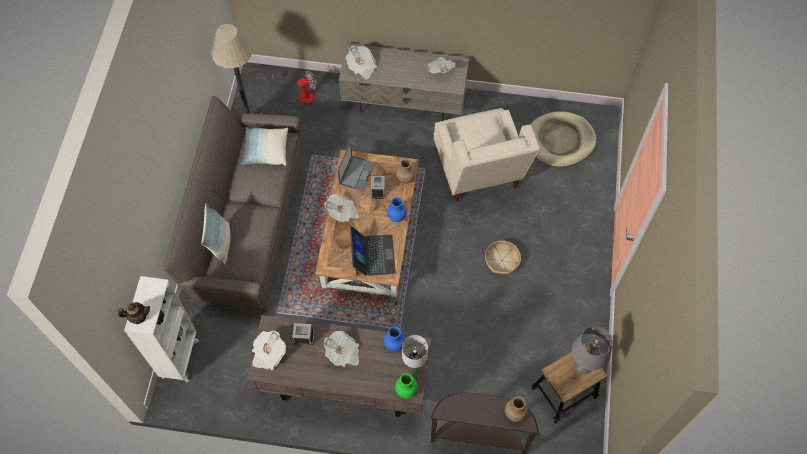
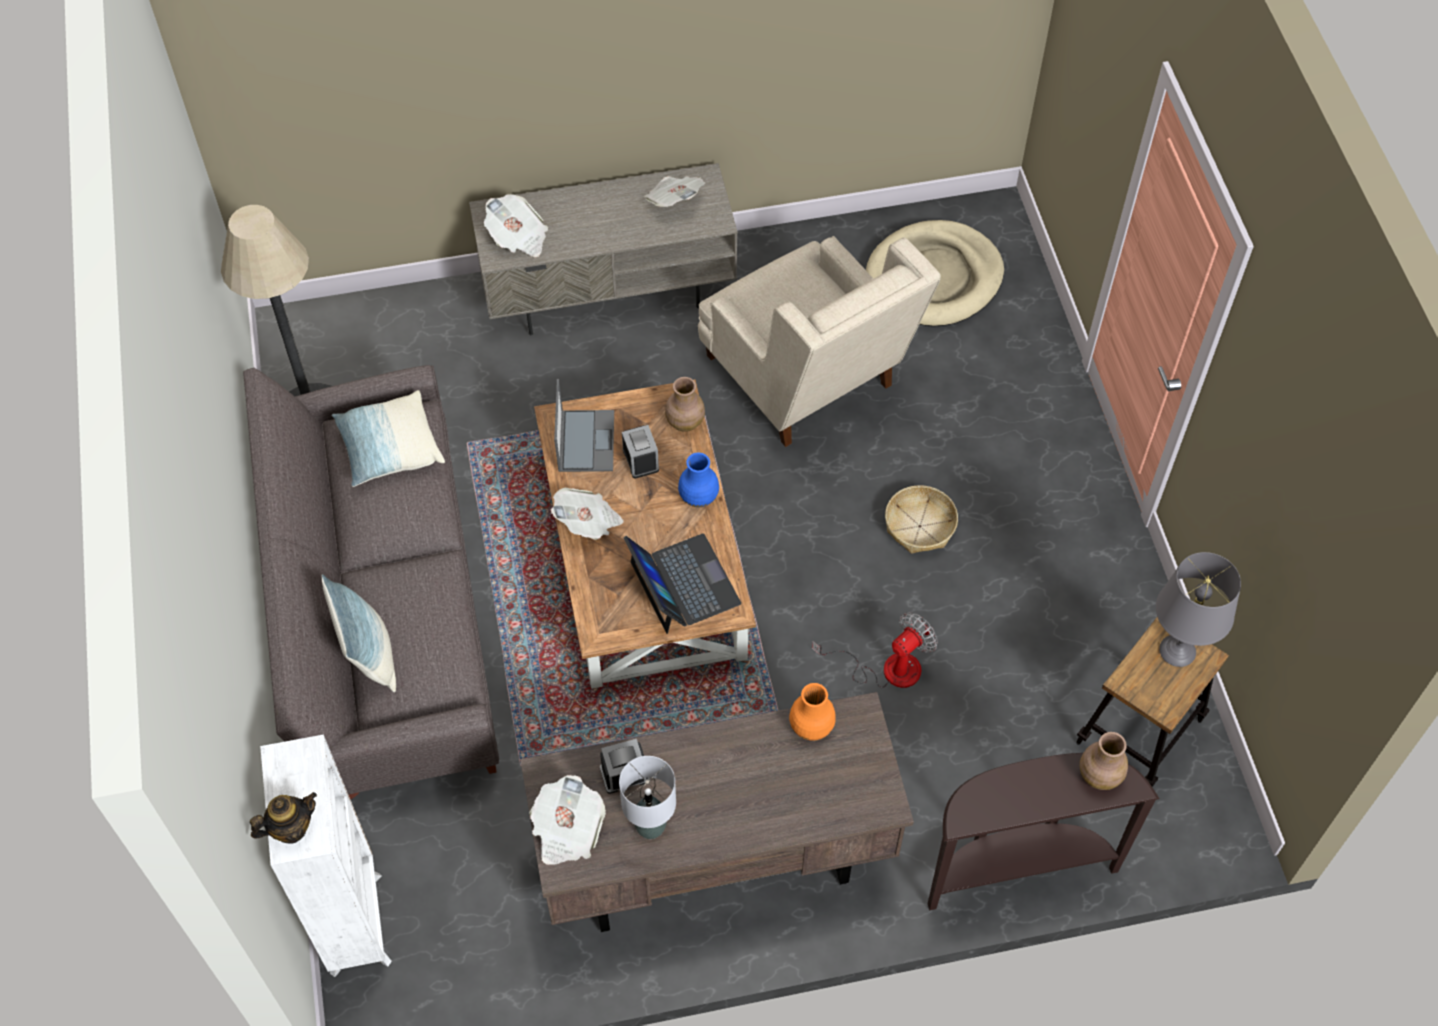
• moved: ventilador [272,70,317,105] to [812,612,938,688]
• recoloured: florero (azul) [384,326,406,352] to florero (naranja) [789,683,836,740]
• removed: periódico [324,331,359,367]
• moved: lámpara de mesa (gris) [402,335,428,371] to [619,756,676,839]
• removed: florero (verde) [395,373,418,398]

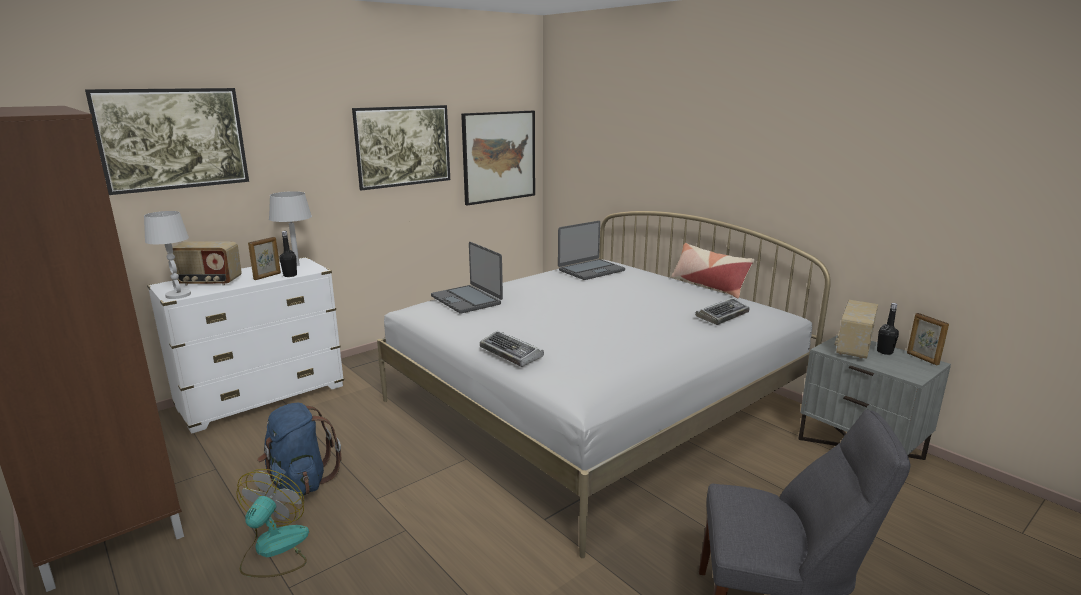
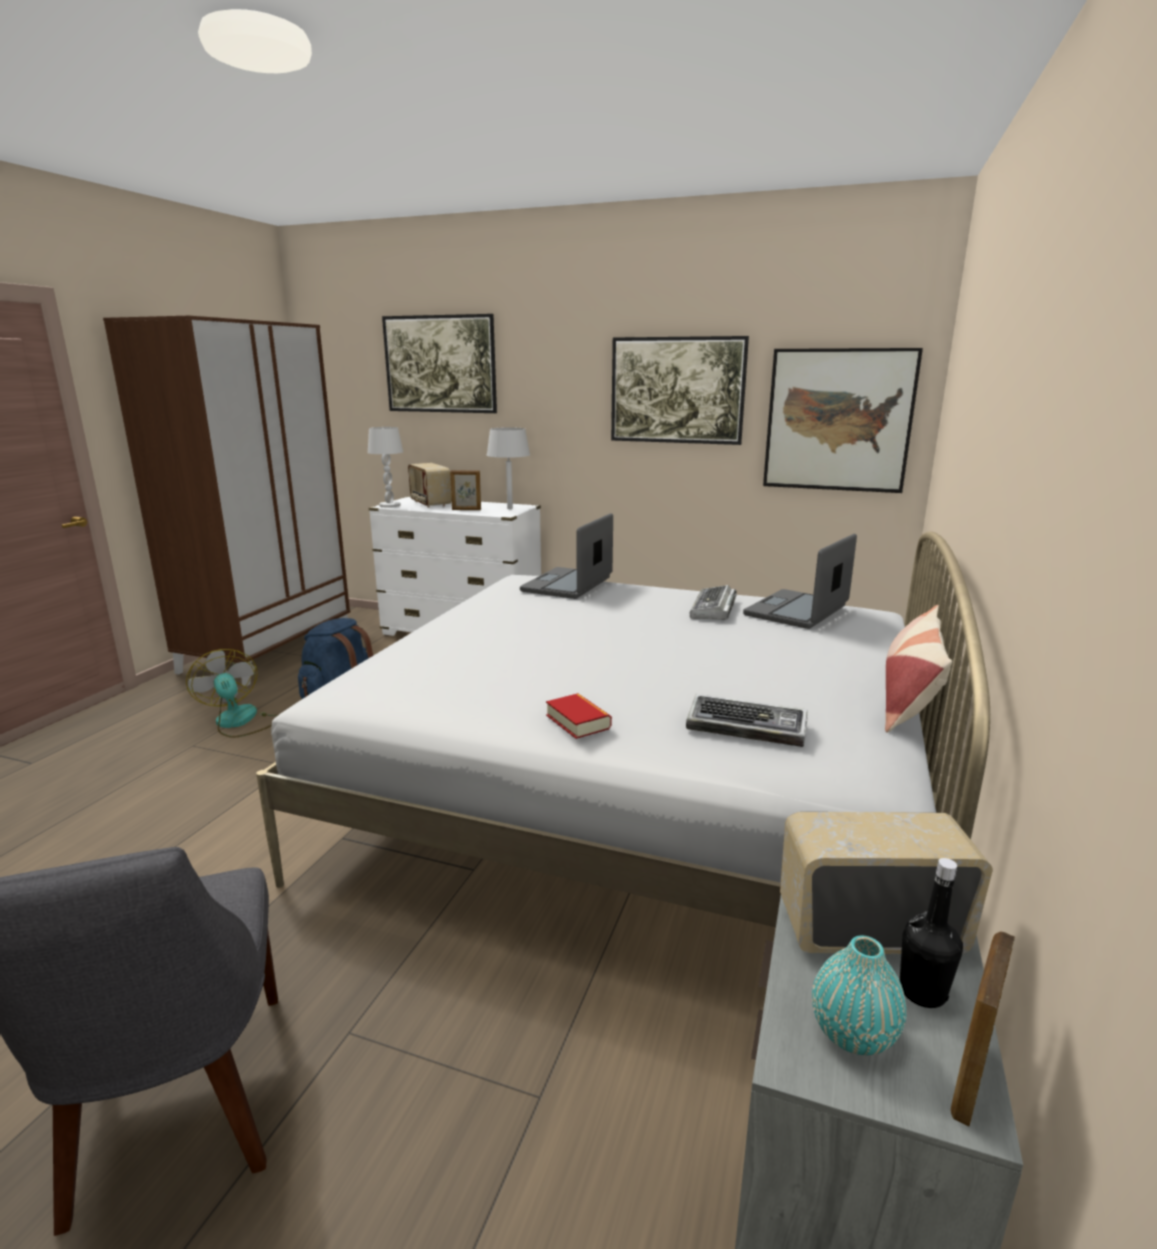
• turned: portátil [558,221,625,280] = [743,534,857,629] 105 degrees clockwise
• removed: botella (negro) [279,231,297,277]
• moved: teclado [480,330,544,367] to [690,585,737,620]
• turned: ventilador [236,469,309,577] = [186,649,278,738] 105 degrees counterclockwise
• added: libro [546,693,612,739]
• added: florero (turquesa) [812,936,907,1055]

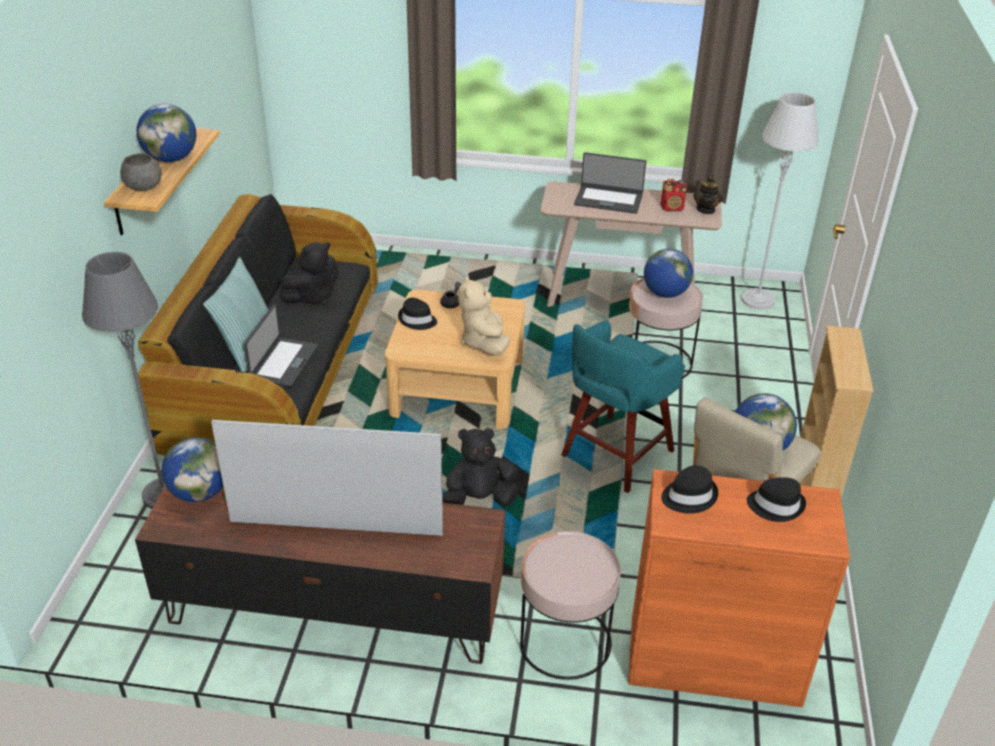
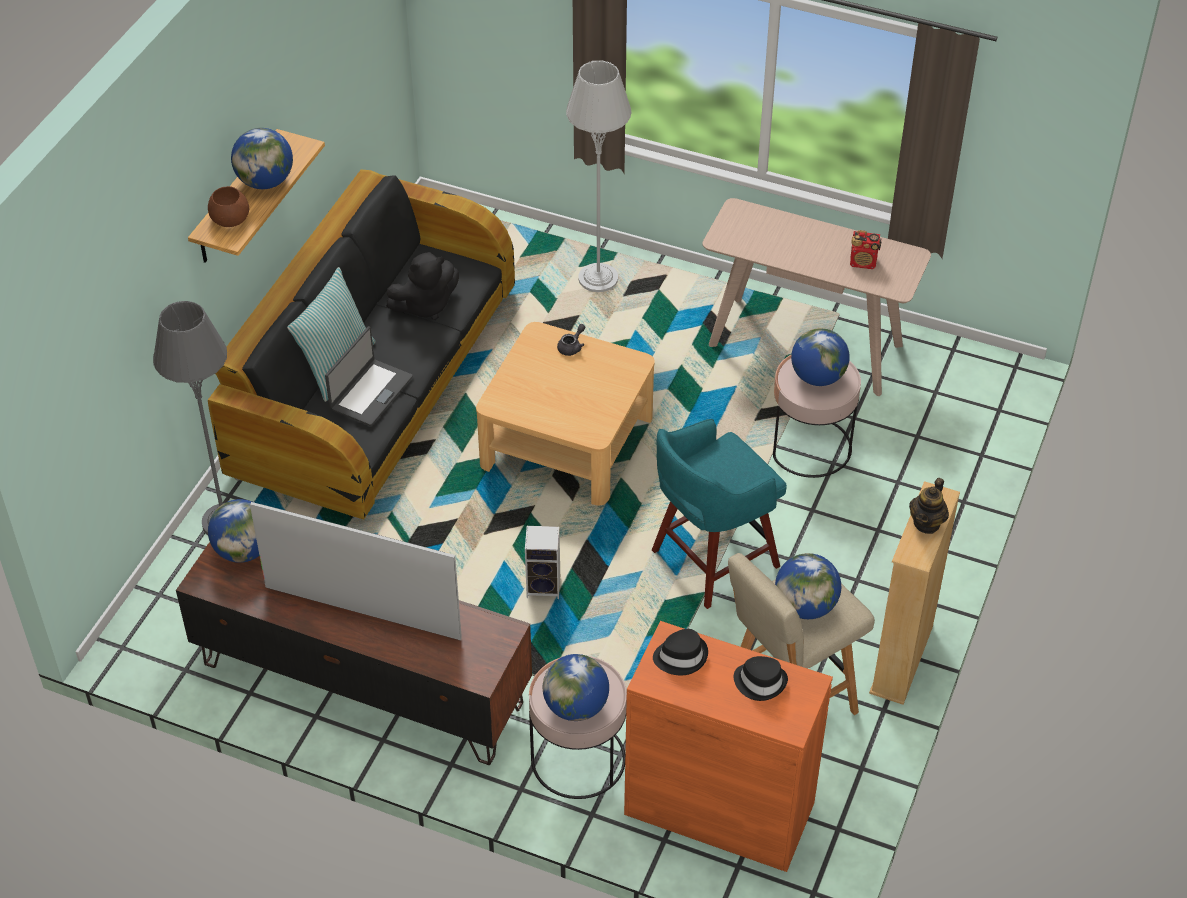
• moved: lámpara de pie (gris) [741,92,819,310] to [566,61,632,292]
• removed: portátil [574,152,646,214]
• recoloured: cuenco (gris) [120,153,162,191] to cuenco (marrón) [208,186,249,227]
• moved: tetera [693,175,722,214] to [909,478,949,534]
• removed: peluche (beis) [458,275,510,356]
• removed: sombrero (negro) [398,298,437,330]
• replaced: peluche (negro) [442,428,519,506] to altavoz [525,526,560,599]
• added: globo terráqueo [543,654,609,721]

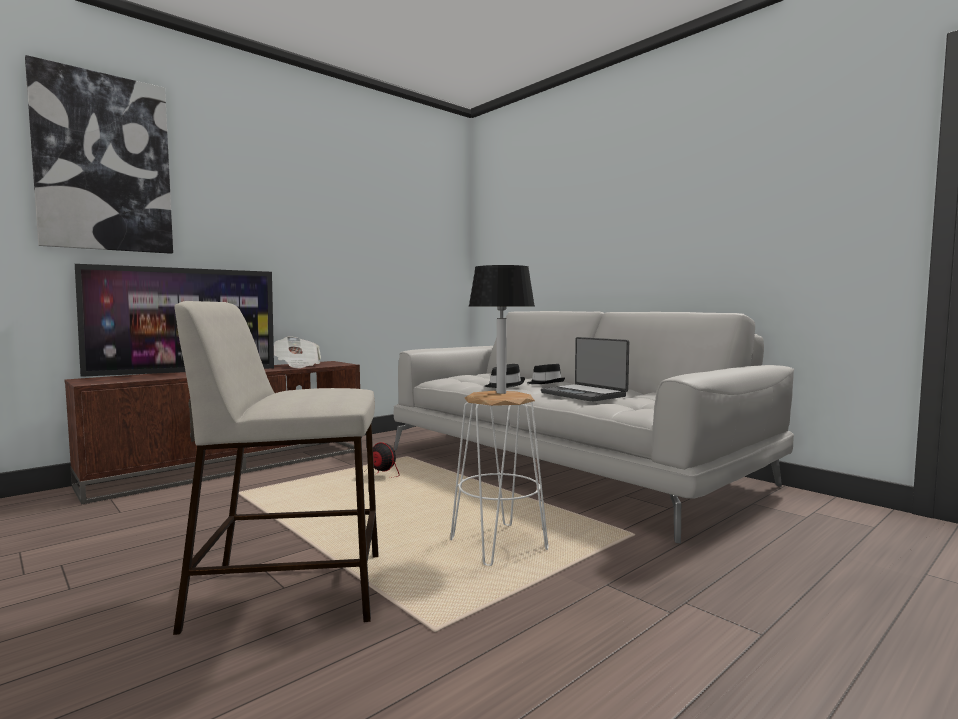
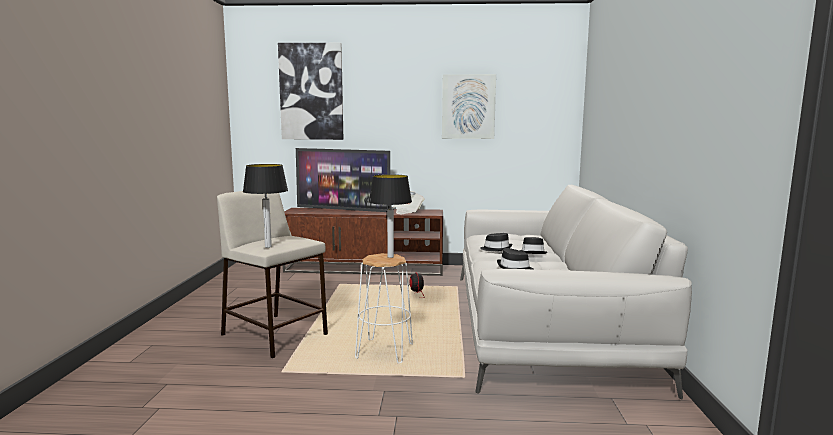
• replaced: portátil [541,337,629,402] to sombrero (negro) [497,248,534,270]
• added: cuadro [442,74,496,139]
• added: lámpara de mesa [243,164,288,248]

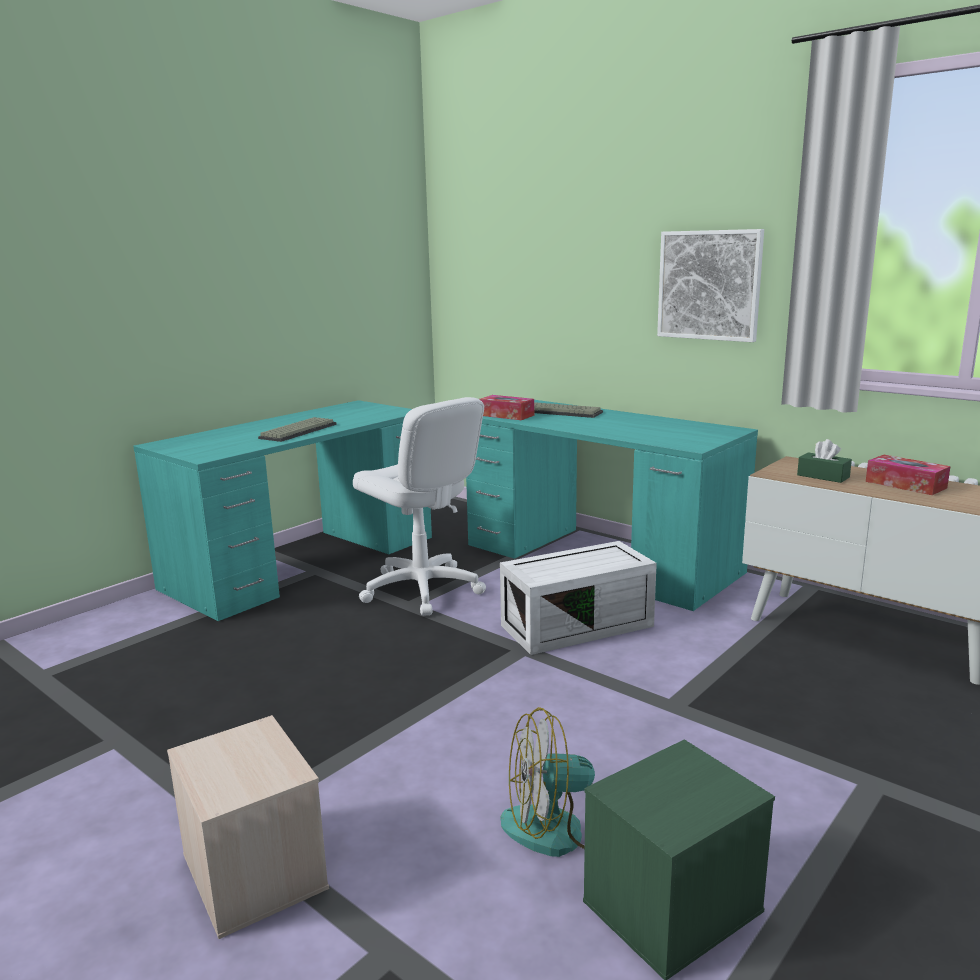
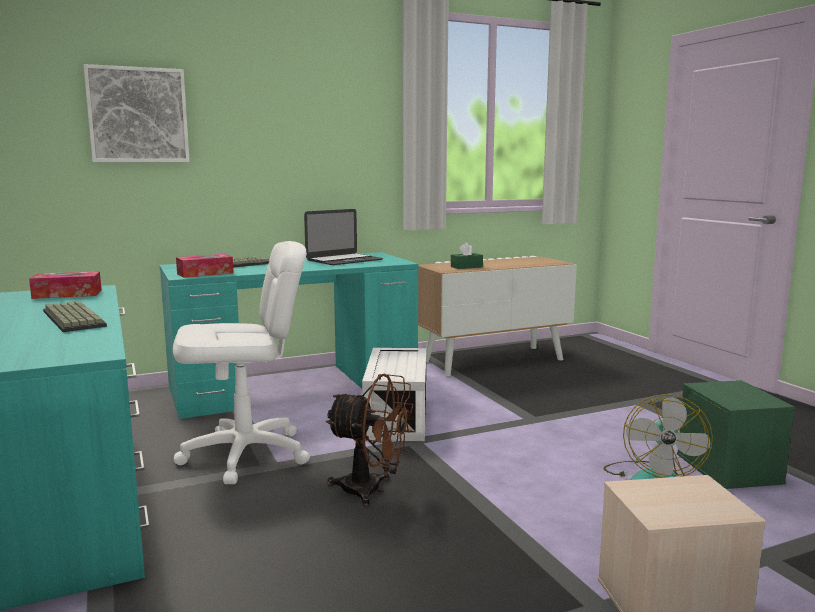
• moved: cuadro [657,229,764,342] to [83,64,190,162]
• moved: caja de pañuelos [866,455,951,495] to [29,271,102,299]
• added: portátil [304,209,383,265]
• added: ventilador (marrón) [325,374,414,506]

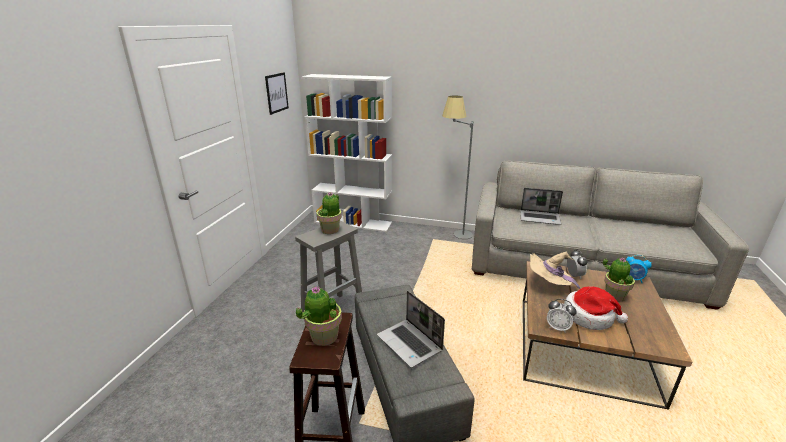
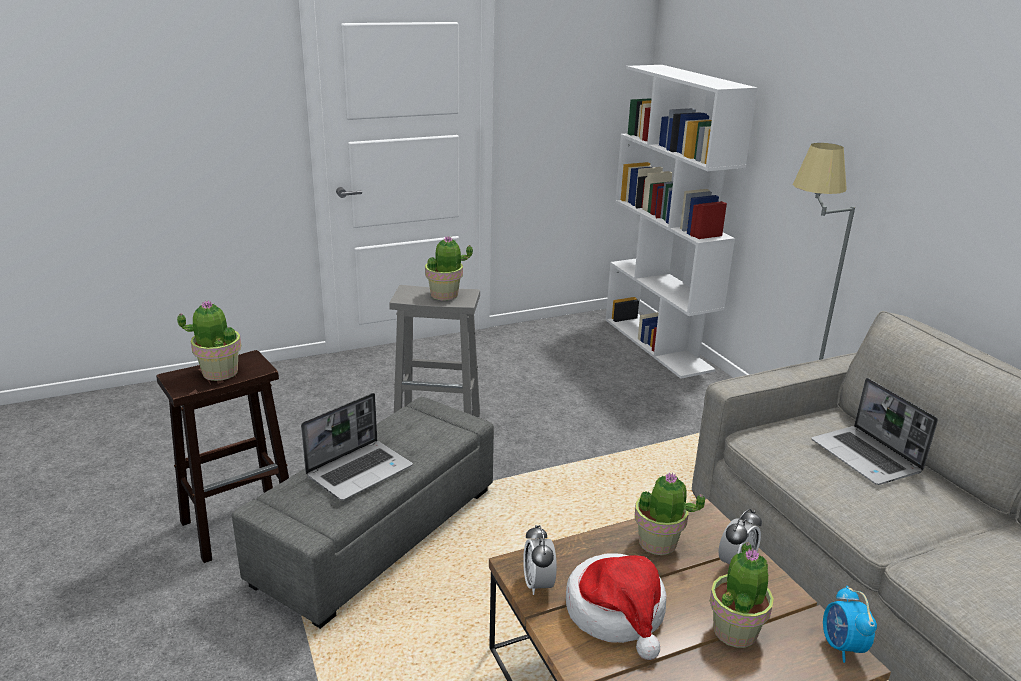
• removed: cuadro [265,72,289,115]
• replaced: sombrero (beis) [530,252,581,289] to planta en maceta [635,473,705,555]
• turned: portátil [377,291,445,368] = [301,393,413,500] 150 degrees counterclockwise

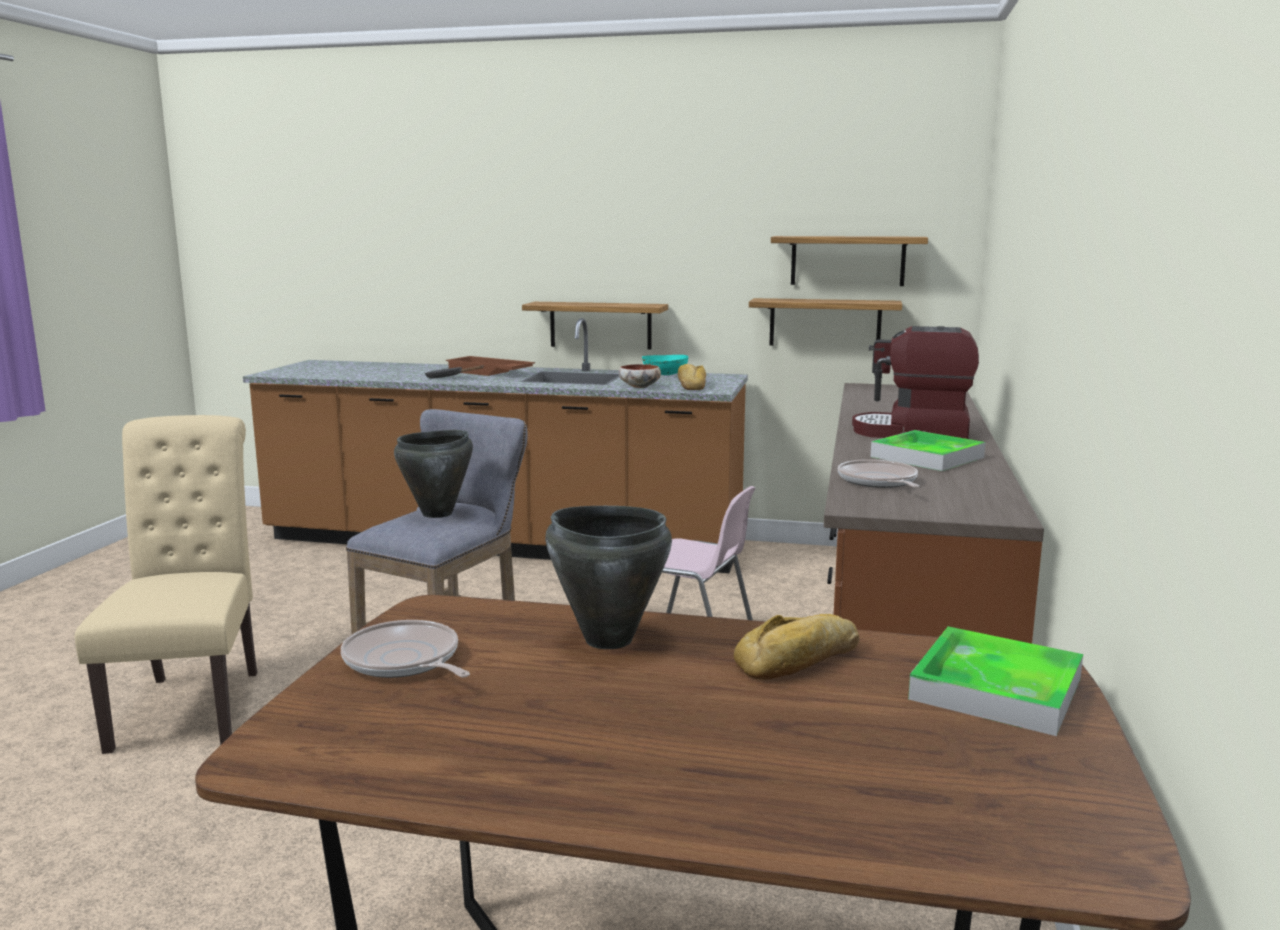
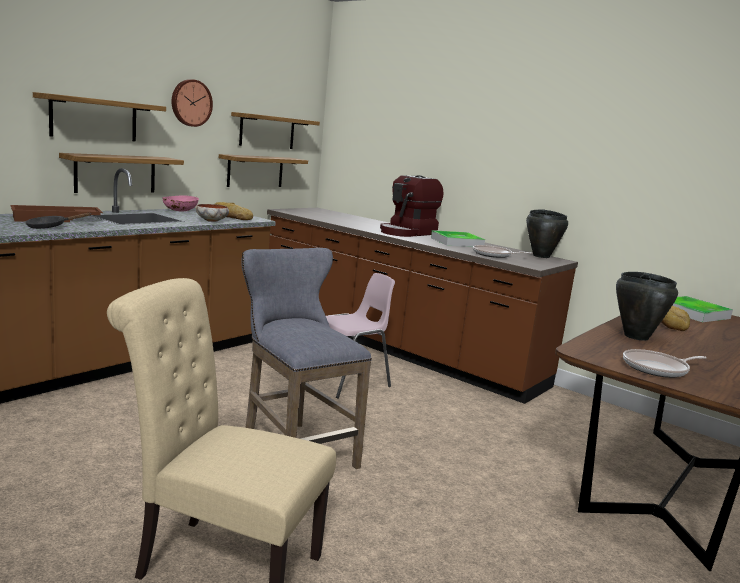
• recoloured: cuenco (turquesa) [642,355,688,375] to cuenco (rosa) [162,196,199,211]
• moved: olla (negro) [394,430,473,518] to [526,210,568,258]
• added: reloj de pared [172,79,213,127]
• added: estante [33,92,166,142]

